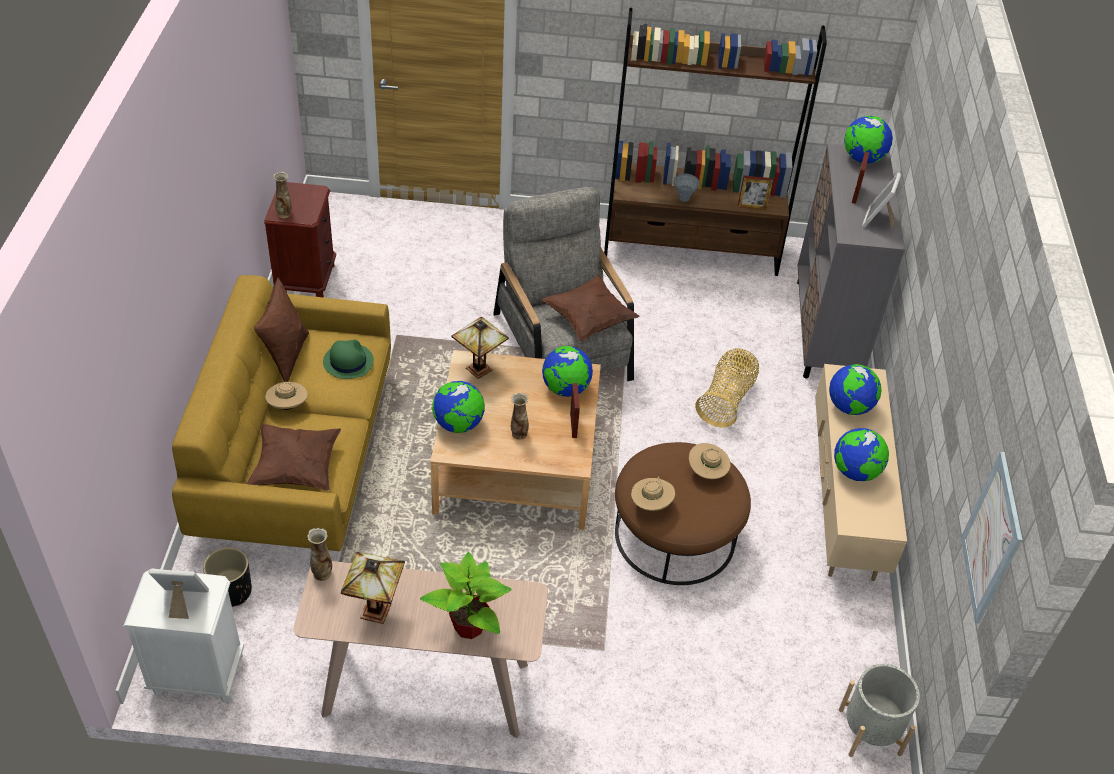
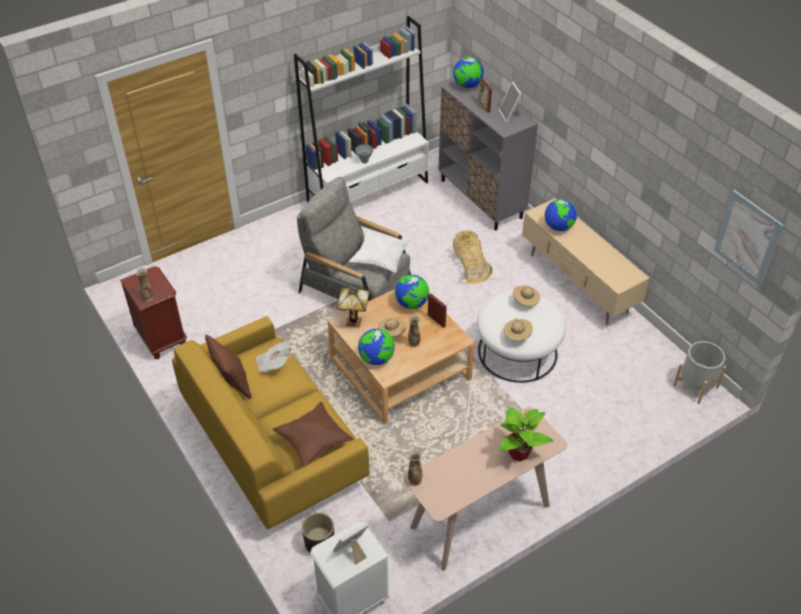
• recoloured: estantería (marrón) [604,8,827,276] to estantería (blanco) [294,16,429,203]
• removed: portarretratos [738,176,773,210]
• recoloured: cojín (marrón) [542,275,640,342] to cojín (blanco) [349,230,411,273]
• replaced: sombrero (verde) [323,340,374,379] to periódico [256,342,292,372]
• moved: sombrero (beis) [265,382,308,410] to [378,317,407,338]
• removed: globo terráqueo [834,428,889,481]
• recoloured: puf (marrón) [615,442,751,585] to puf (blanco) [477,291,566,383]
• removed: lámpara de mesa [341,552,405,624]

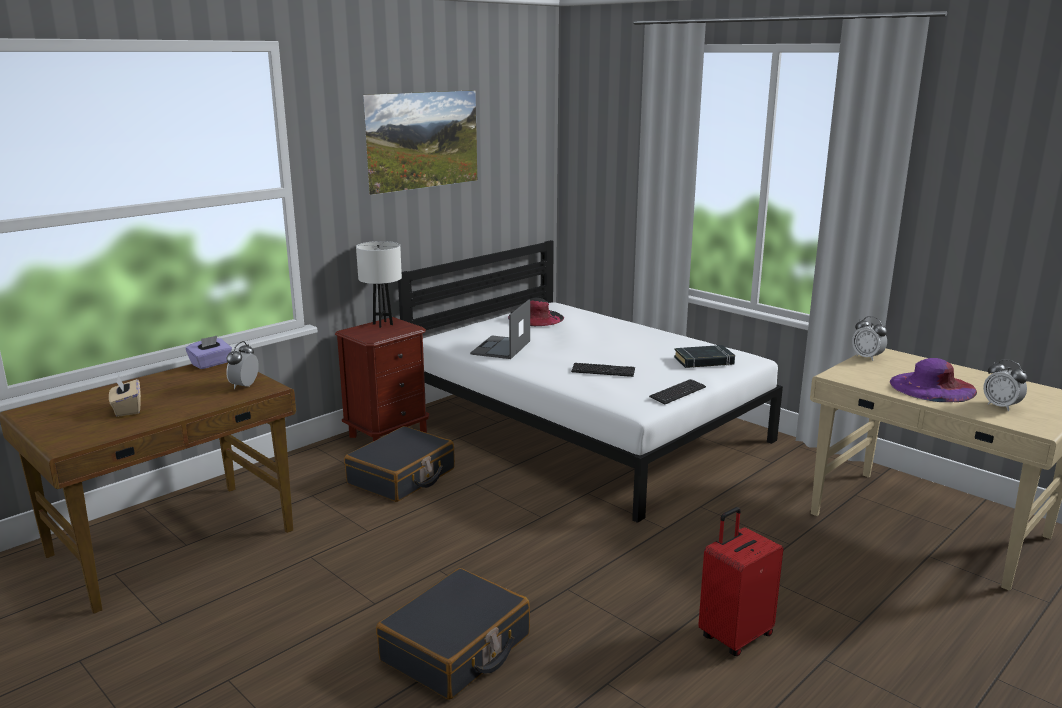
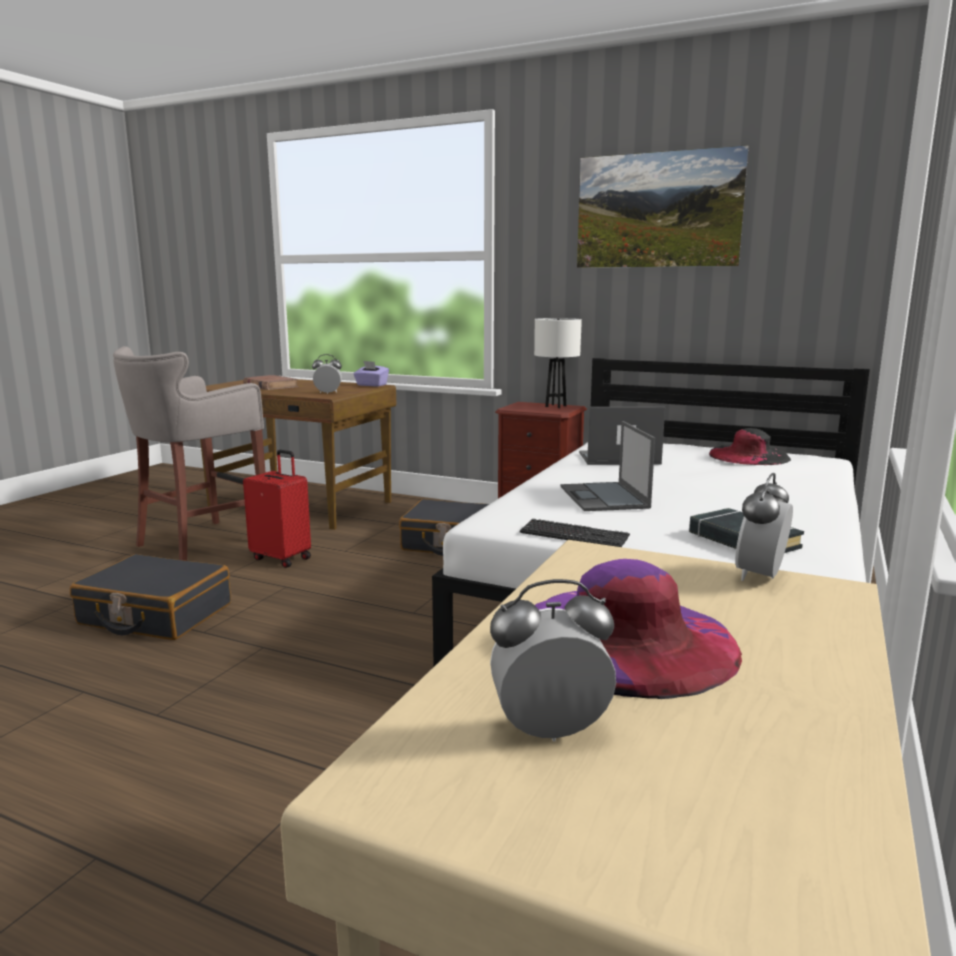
• turned: despertador [983,359,1027,411] = [490,579,616,741] 45 degrees clockwise
• replaced: teclado [571,363,635,377] to portátil [561,421,655,511]
• replaced: caja de pañuelos (beis) [109,376,141,417] to libro (marrón) [243,375,299,390]
• moved: maleta (rojo) [698,507,783,656] to [243,450,311,568]
• added: taburete (gris) [113,346,266,561]

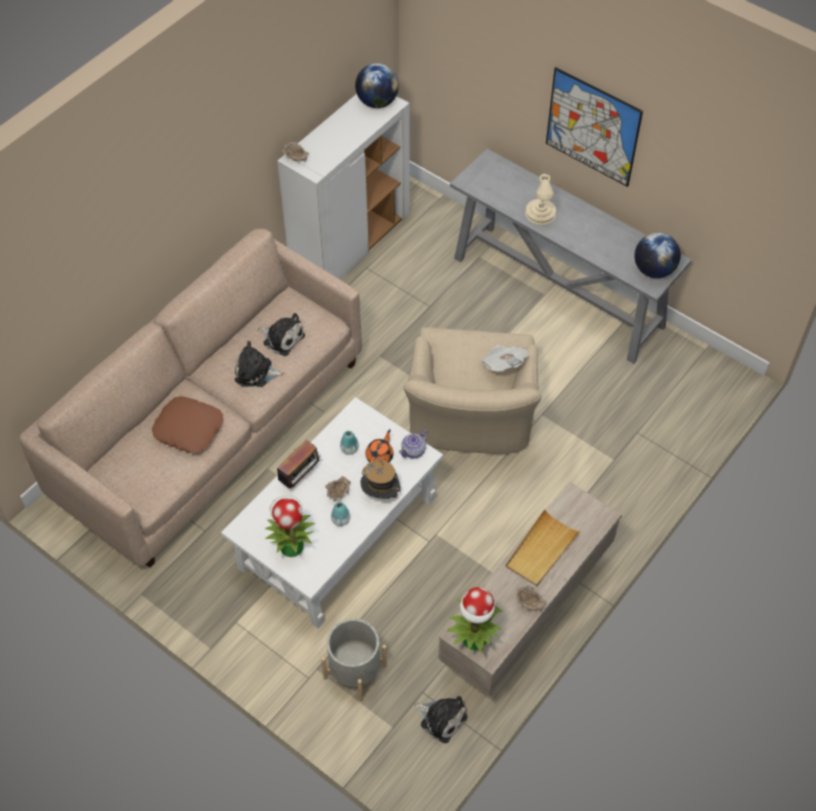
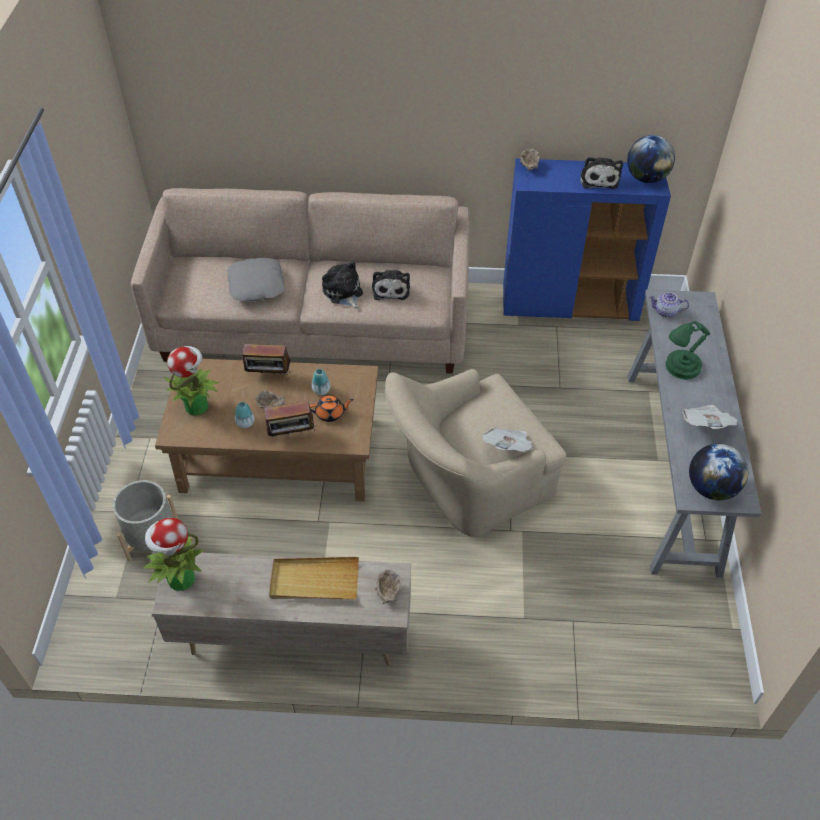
• removed: cuadro [546,67,643,187]
• recoloured: armario (blanco) [277,94,410,279] to armario (azul) [503,159,671,321]
• recoloured: lámpara de mesa (beis) [525,174,556,225] to lámpara de mesa (verde) [665,321,710,380]
• recoloured: cojín (marrón) [152,396,223,453] to cojín (gris) [227,257,284,301]
• recoloured: mesa de centro (blanco) [221,397,443,629] to mesa de centro (marrón) [155,359,378,502]
• moved: tetera [399,430,428,458] to [649,292,689,317]
• replaced: sombrero [361,459,401,499] to radio [264,401,317,436]
• moved: cuenco (beis) [516,585,546,612] to [374,570,401,604]
• moved: peluche [414,696,467,743] to [580,157,623,189]
• added: periódico [682,405,737,429]

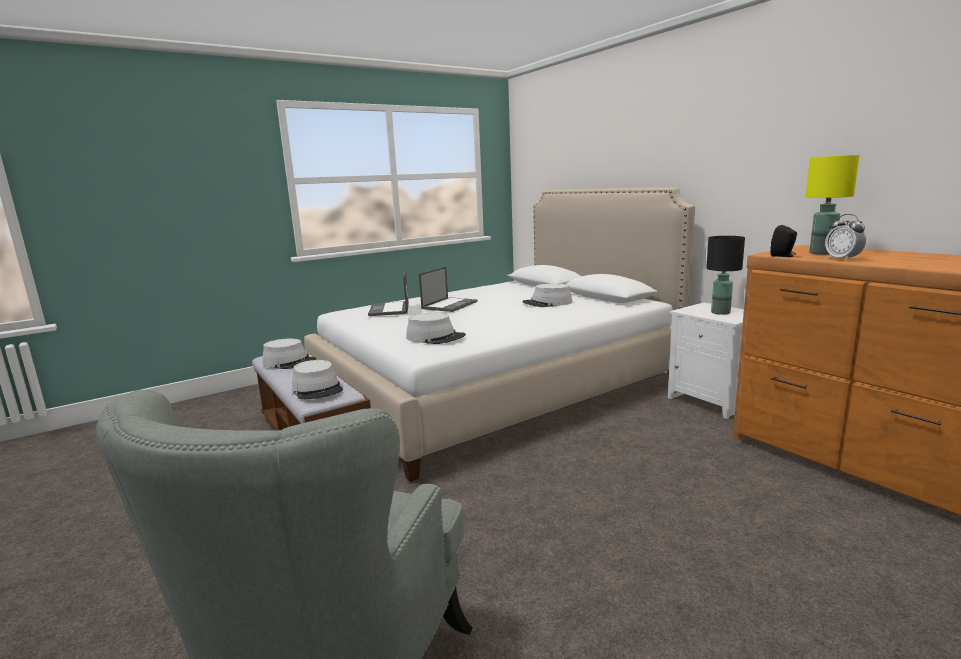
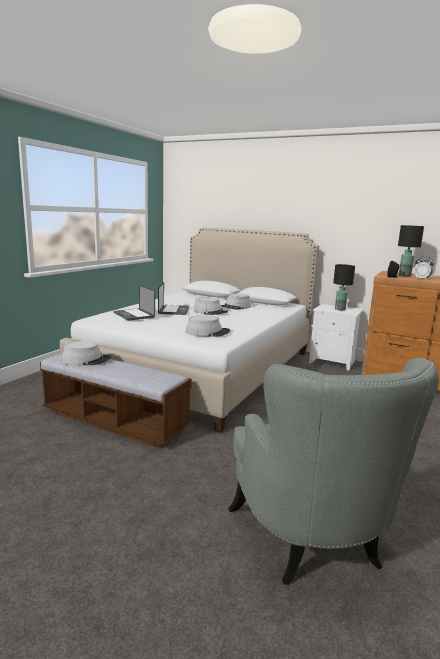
• recoloured: lámpara de mesa (amarillo) [806,155,860,255] to lámpara de mesa (negro) [398,225,424,277]
• moved: sombrero (gris) [292,360,343,400] to [193,297,228,315]

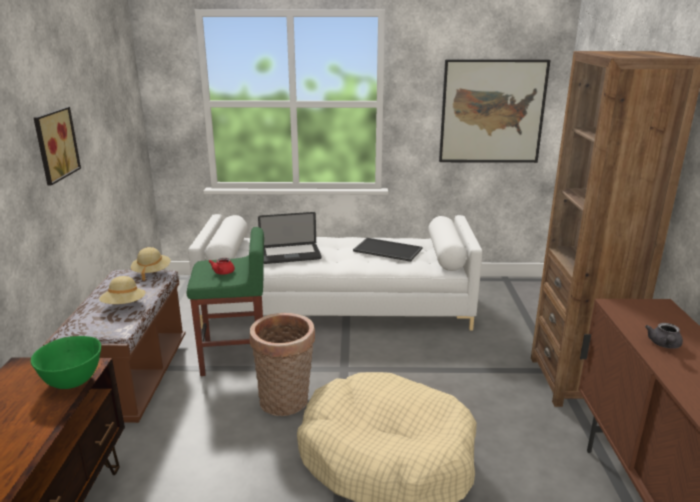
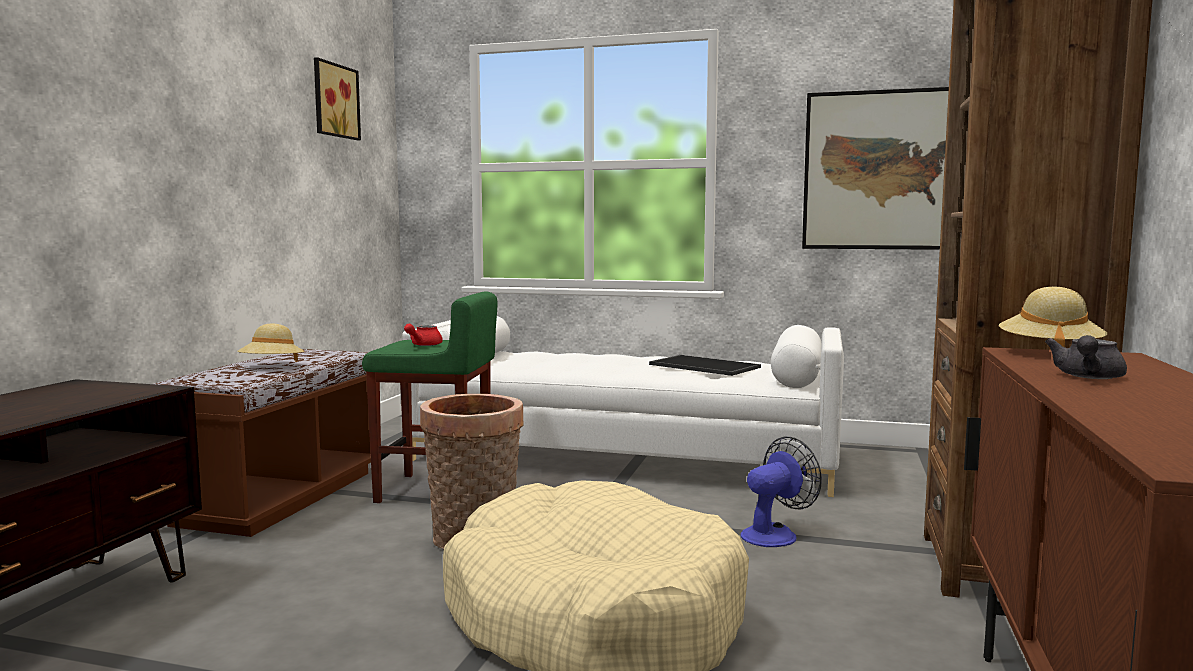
• moved: cuadro [34,107,81,185] to [314,57,361,140]
• removed: portátil [258,212,322,264]
• moved: sombrero (beis) [131,247,170,281] to [999,287,1107,347]
• removed: cuenco (verde) [31,336,101,389]
• added: ventilador [740,437,822,547]

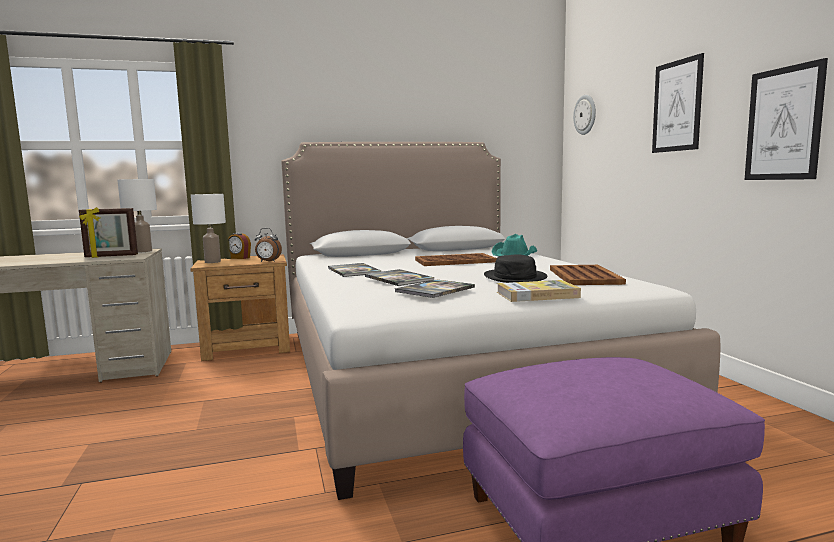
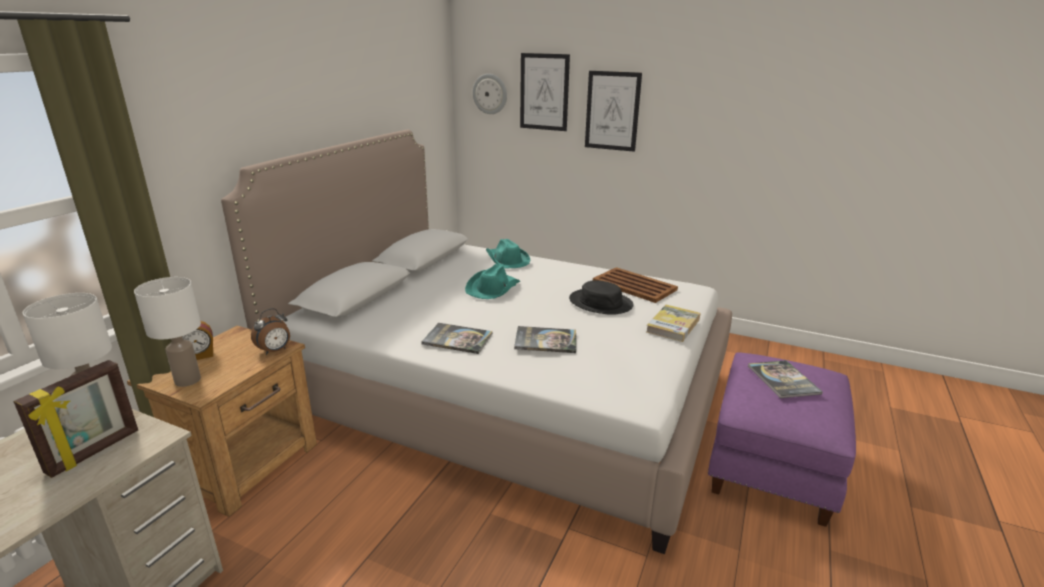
• moved: cuadro [745,58,828,180] to [520,53,570,131]
• replaced: bandeja (marrón) [415,253,497,266] to sombrero (turquesa) [465,264,520,299]
• moved: libro [395,280,475,298] to [748,360,823,398]

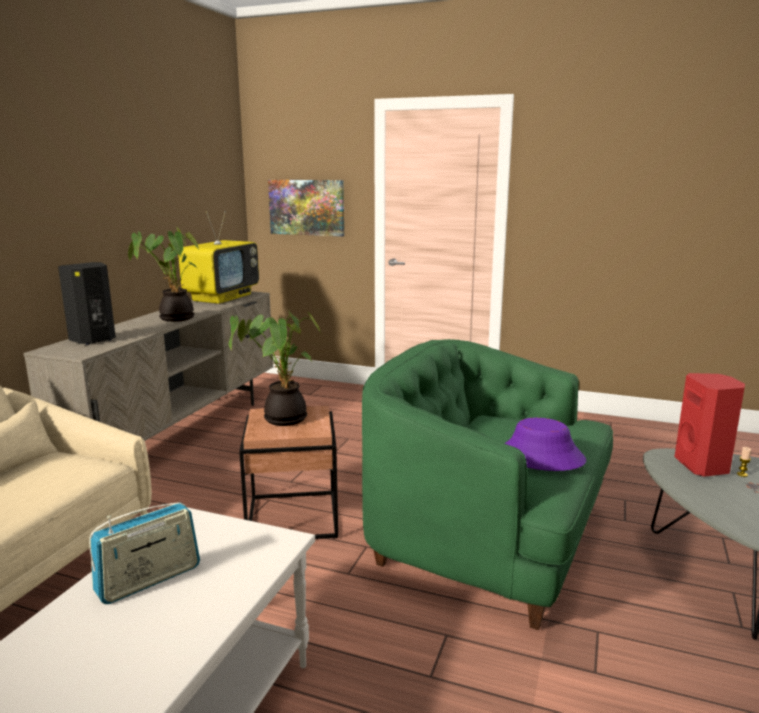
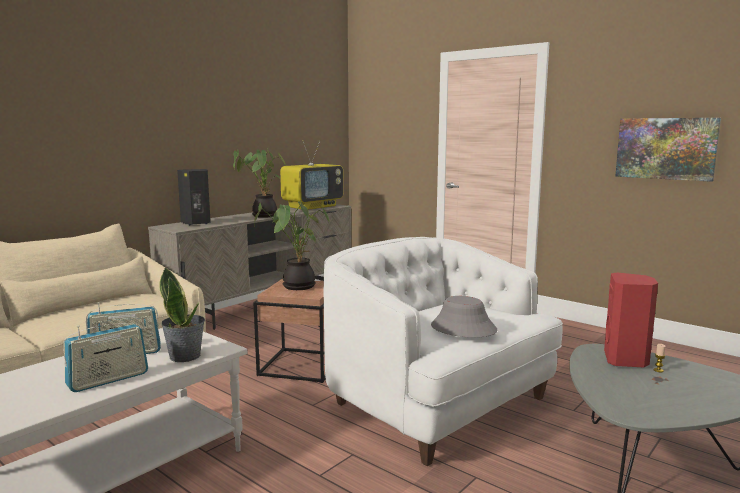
• moved: cuadro [268,180,344,237] to [615,118,721,182]
• recoloured: sillón (verde) [362,339,613,630] to sillón (blanco) [324,237,563,466]
• recoloured: sombrero (morado) [505,418,586,471] to sombrero (gris) [431,296,498,338]
• added: planta en maceta [159,267,205,362]
• added: radio [63,323,148,392]

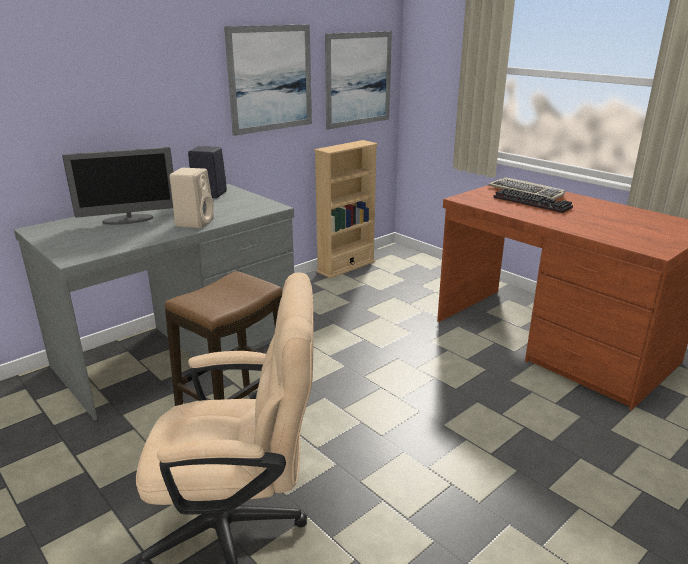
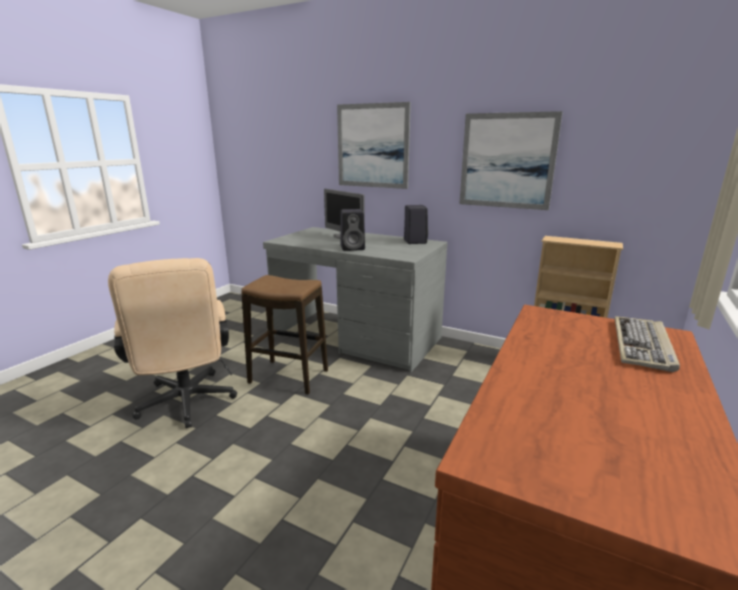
• moved: cuadro [325,31,392,130] to [337,102,411,189]
• recoloured: altavoz (beis) [169,168,214,228] to altavoz (negro) [340,209,365,251]
• removed: teclado [493,188,573,213]

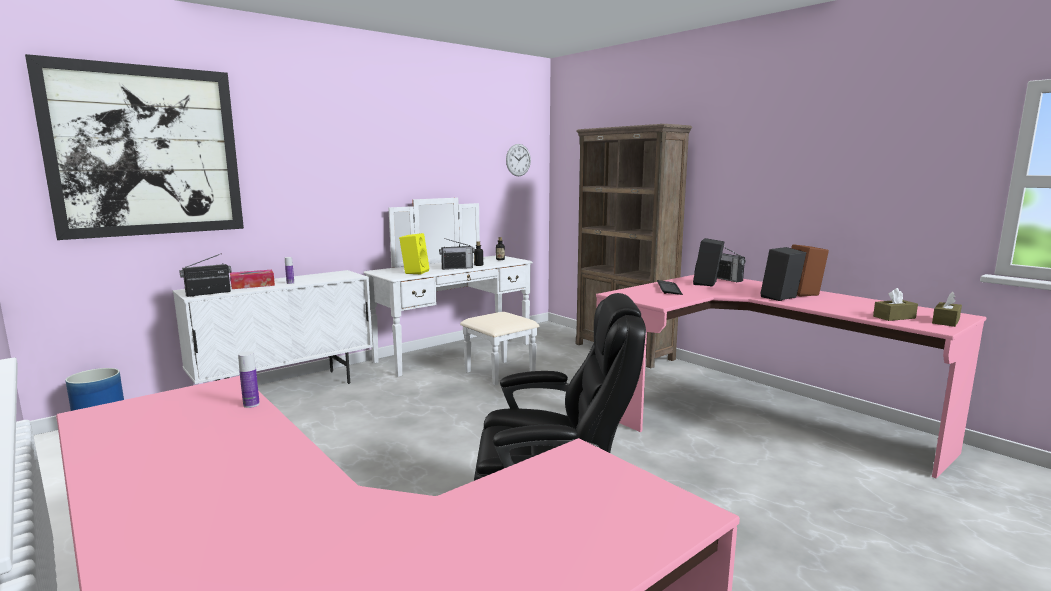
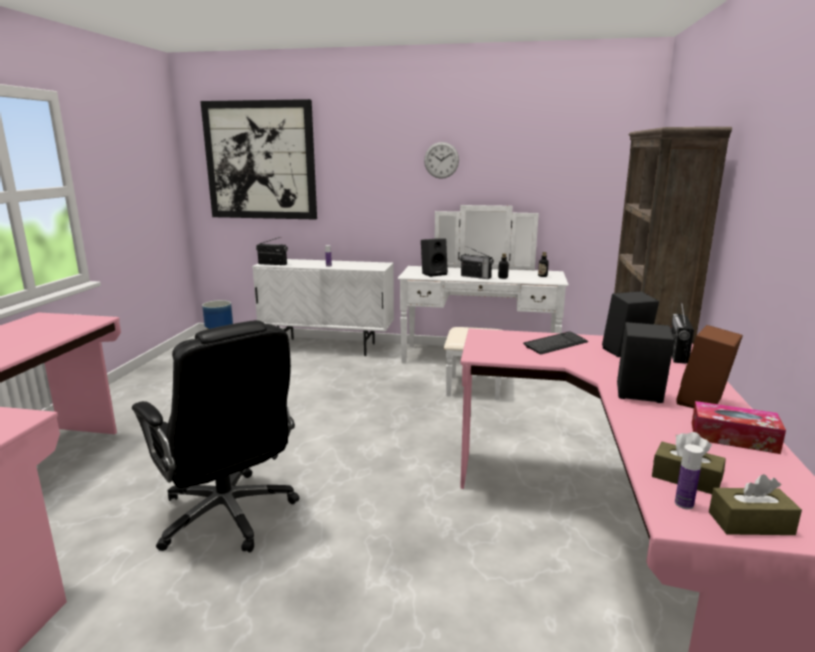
• moved: reloj de pared [506,144,531,176] to [424,142,459,179]
• recoloured: altavoz (amarillo) [399,233,429,275] to altavoz (negro) [421,238,448,277]
• moved: caja de pañuelos [230,270,275,289] to [692,401,786,454]
• moved: botella [238,351,260,408] to [675,444,703,509]

